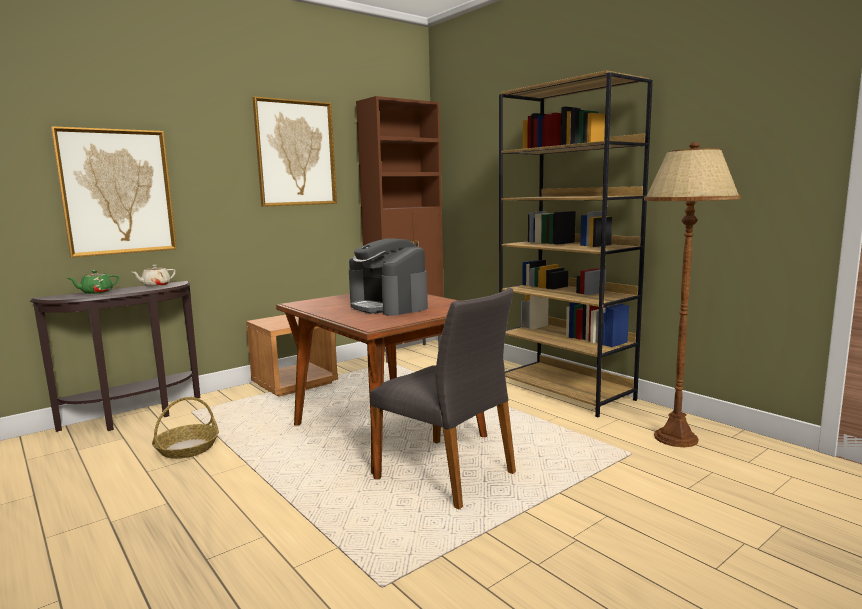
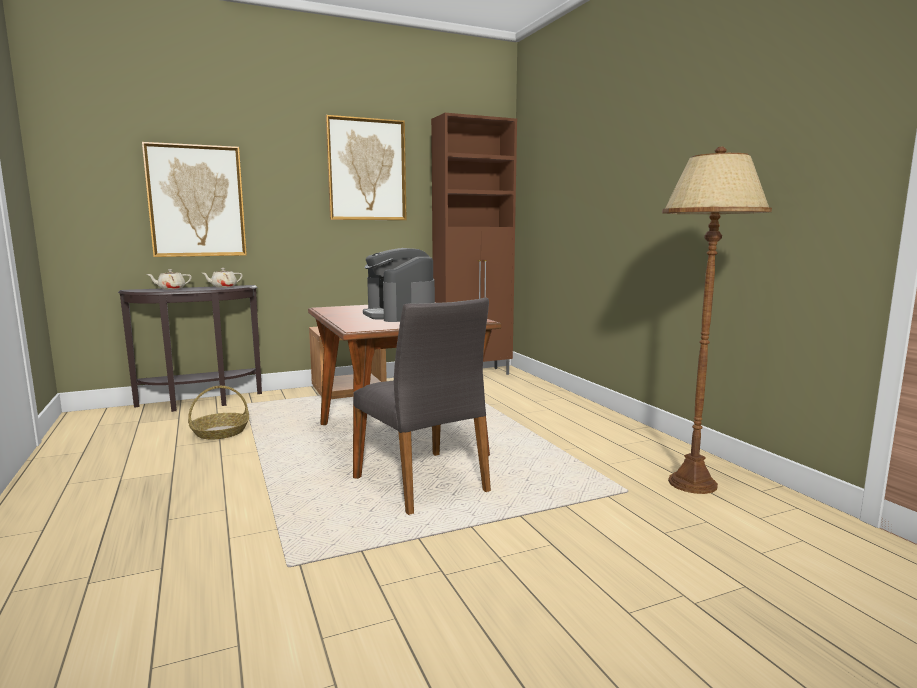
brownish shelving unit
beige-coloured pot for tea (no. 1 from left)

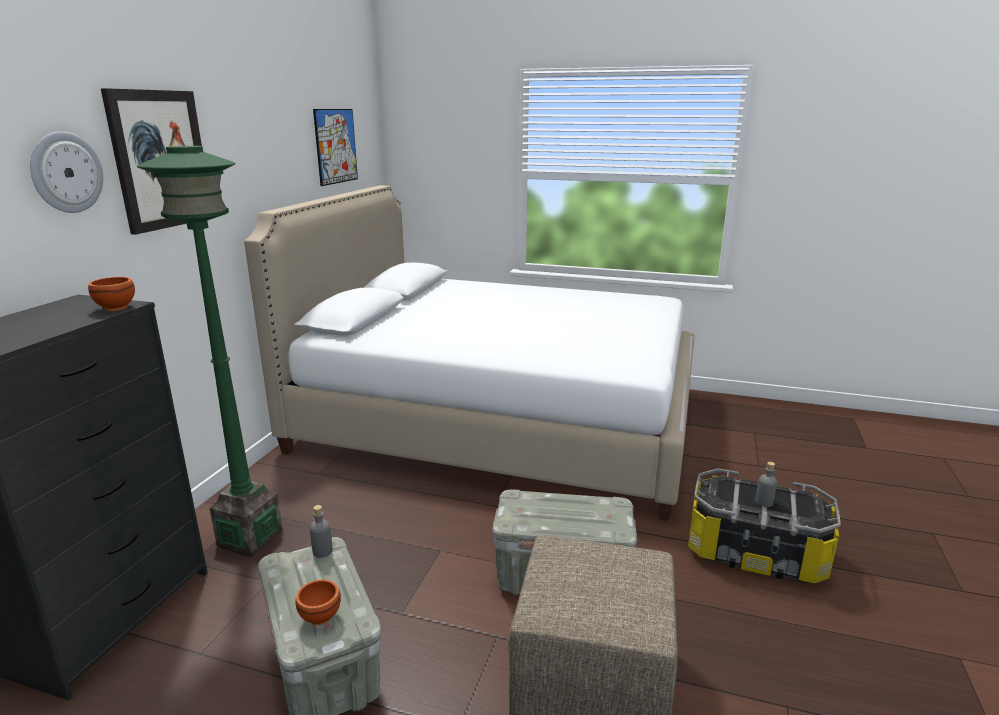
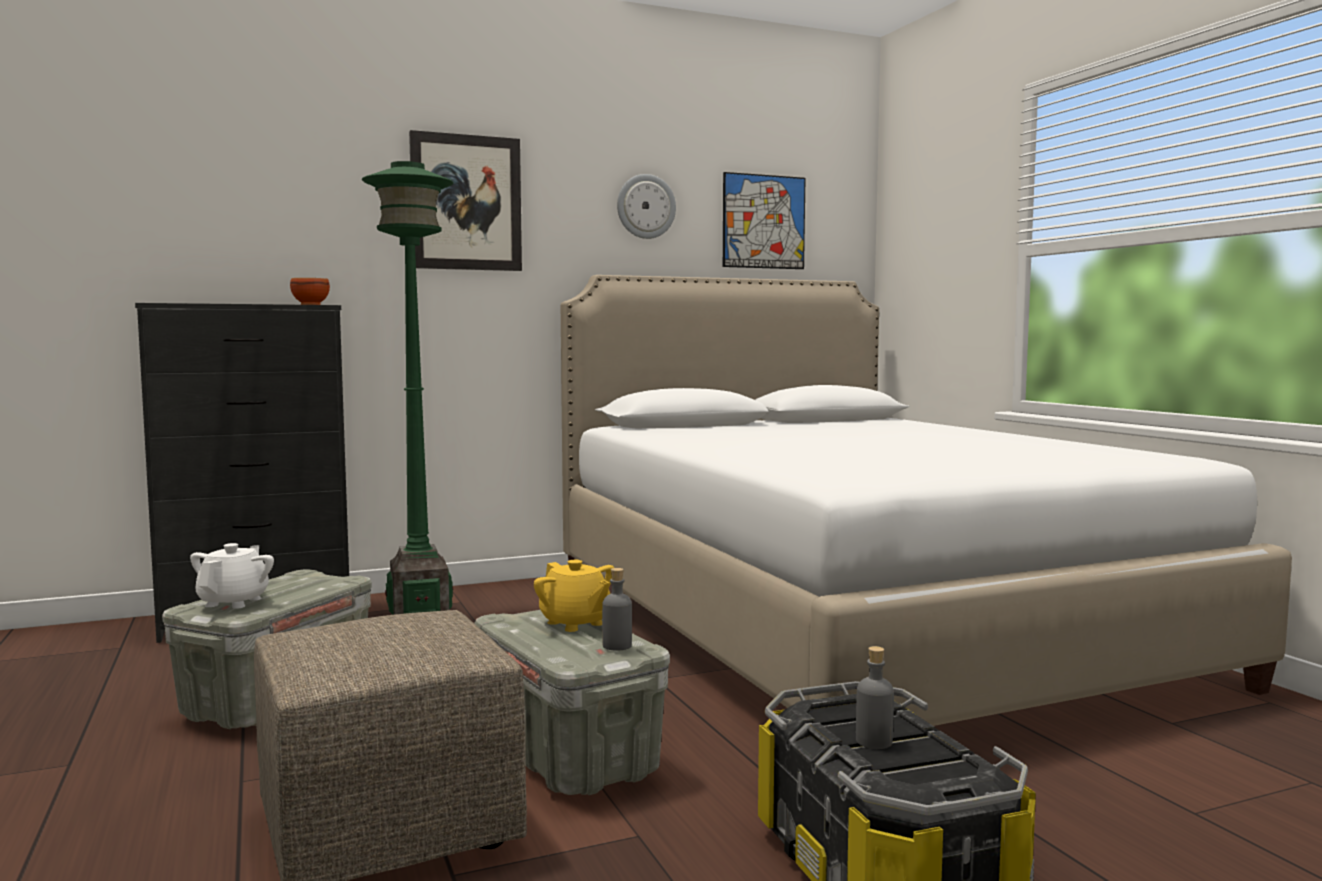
hanging clock
grey drink bottle (no. 1 from left)
white-coloured pot for tea
yellow-coloured pot for tea

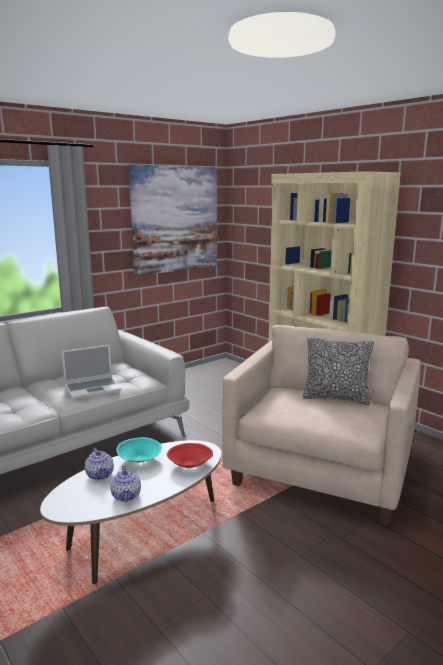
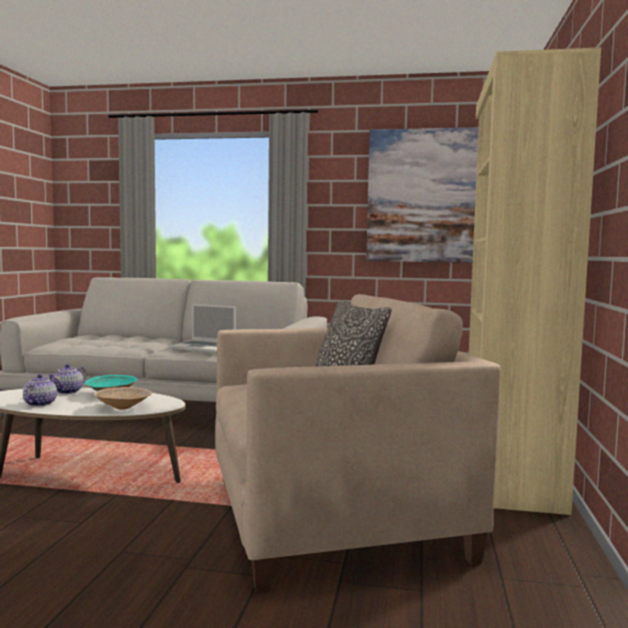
beige-coloured serving bowl
pot for tea (no. 1 from left)

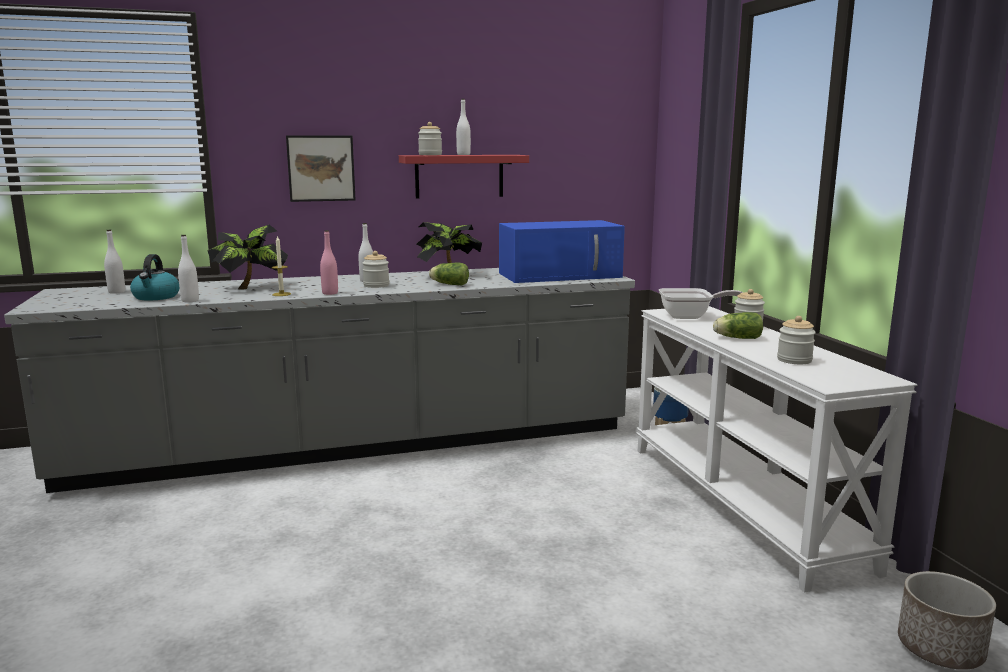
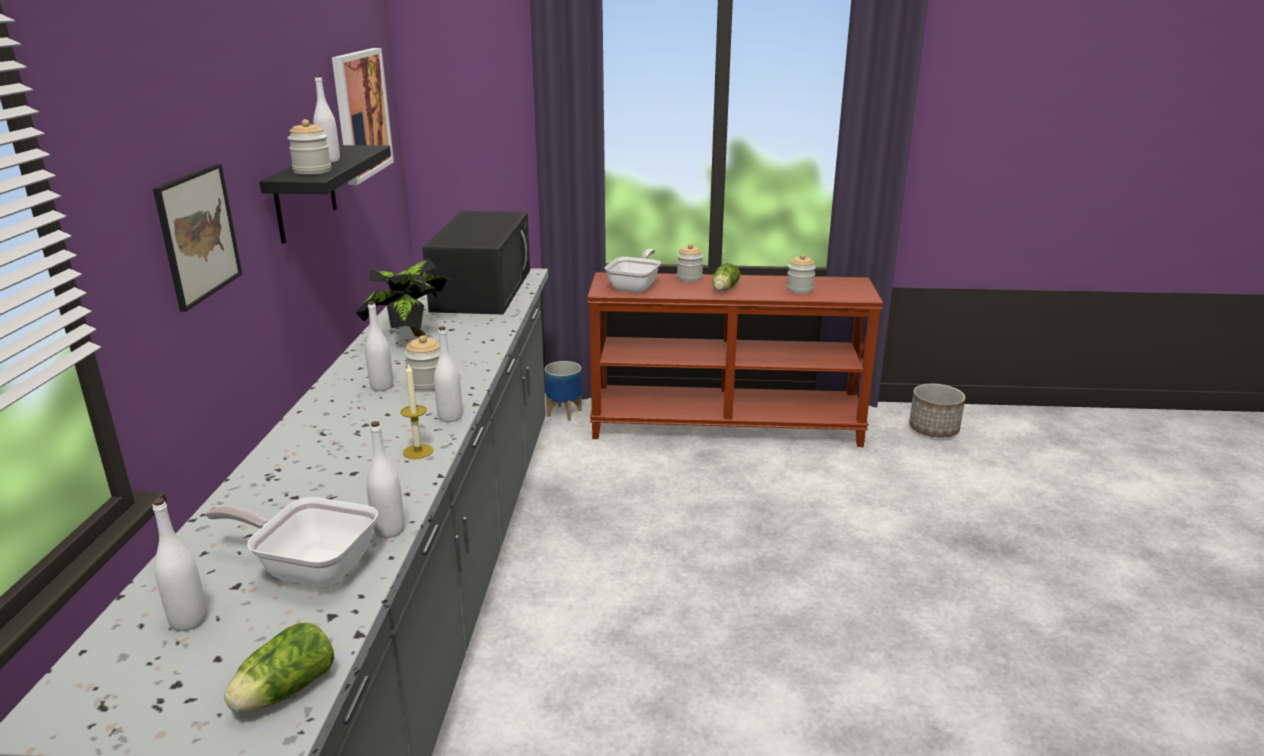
blackish shelf
blackish microwave
plant in a pot (no. 1 from left in the first image)
white-coloured drink bottle (no. 5 from left)
pan (no. 1 from left)
head of lettuce (no. 1 from left)
brownish narrow table
wall picture (no. 2 from left)

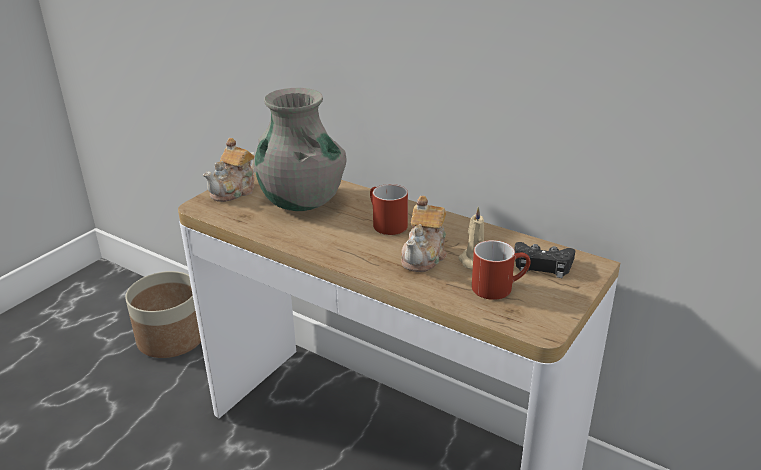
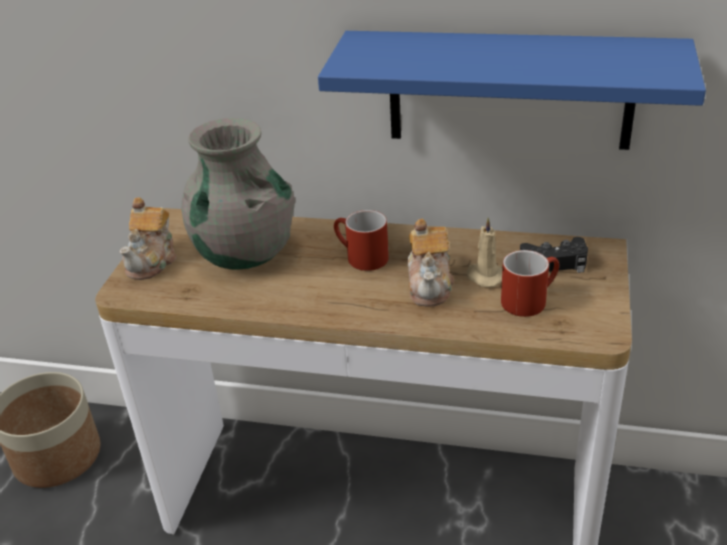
blue-coloured shelf

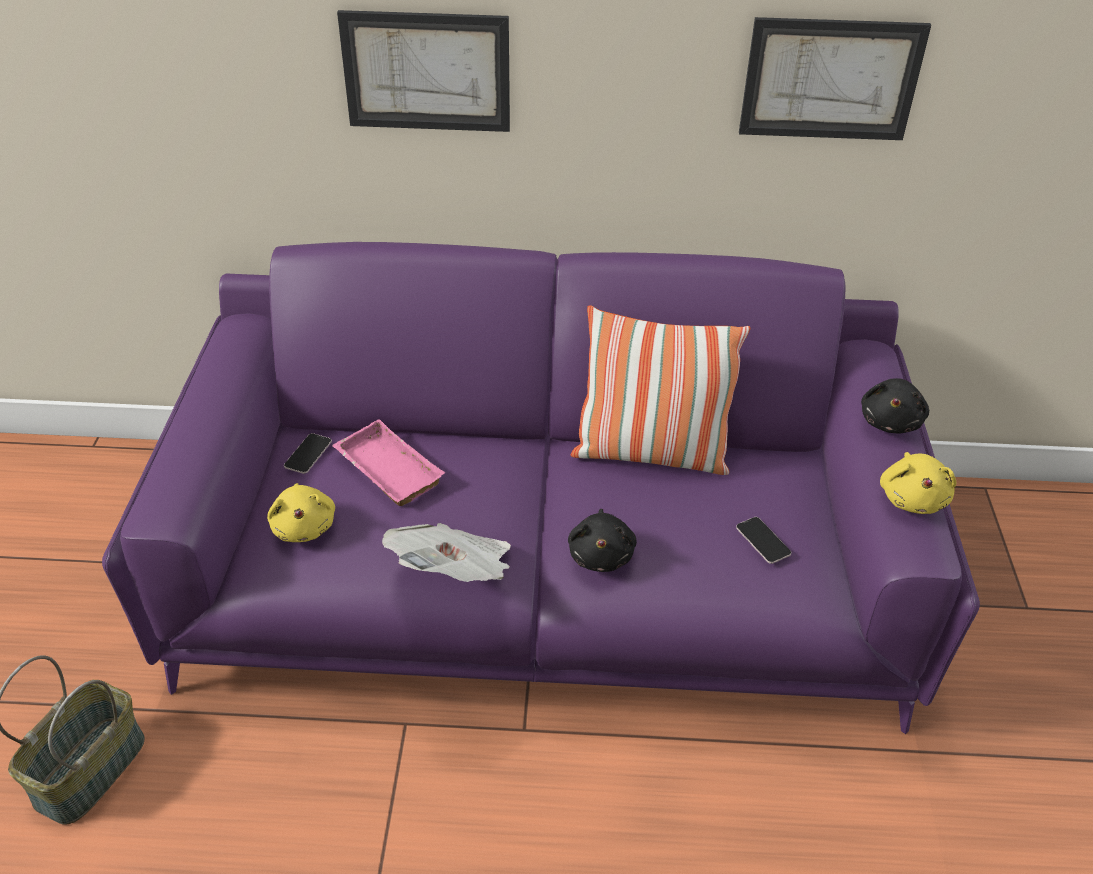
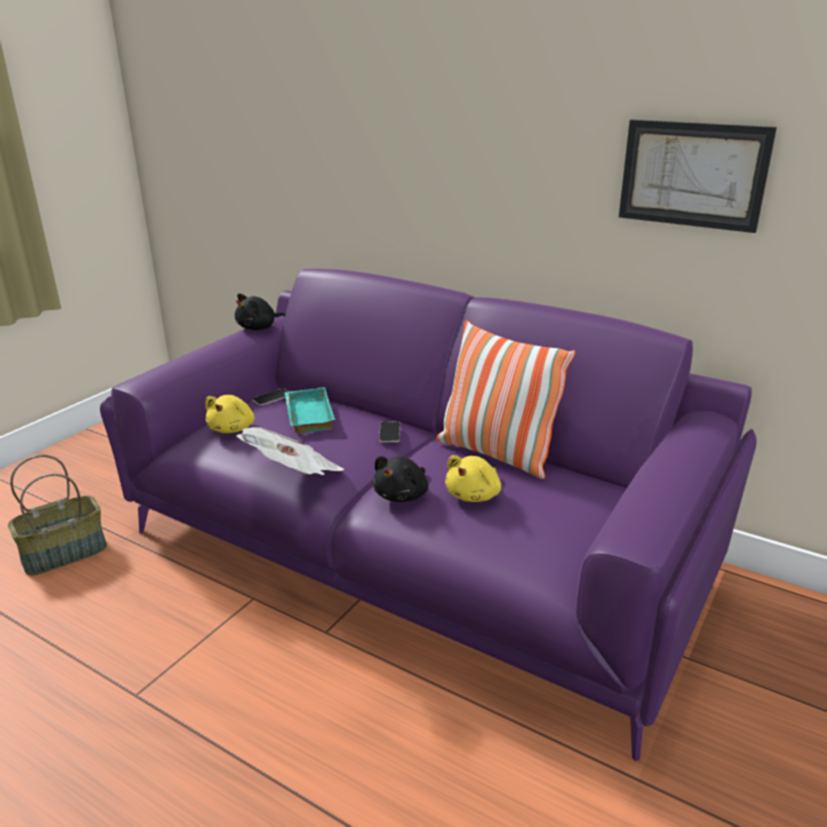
wall picture (no. 1 from left in the first image)
blackish plush toy (no. 1 from left)
blue-green tray
yellow-coloured plush toy (no. 2 from left)
phone (no. 2 from left)

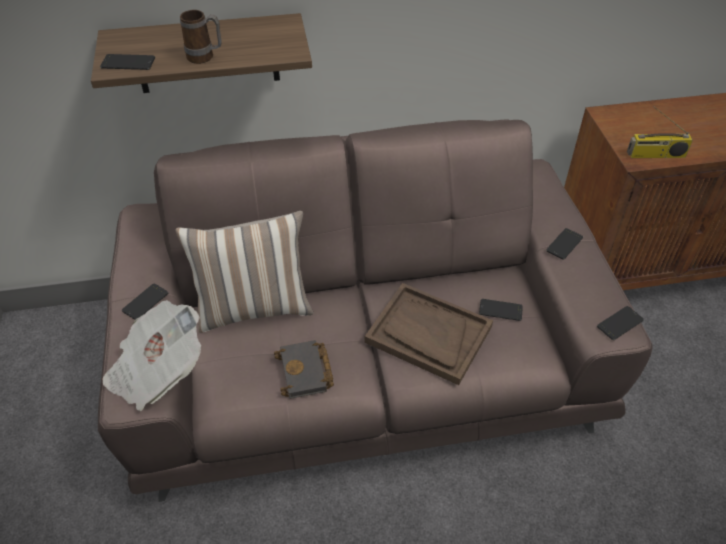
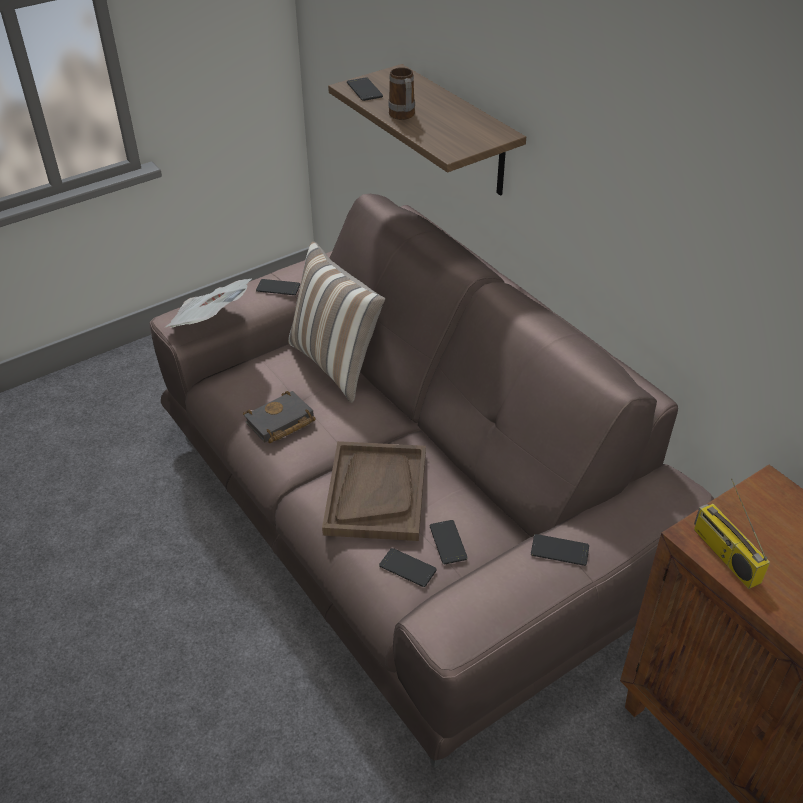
phone (no. 3 from left)

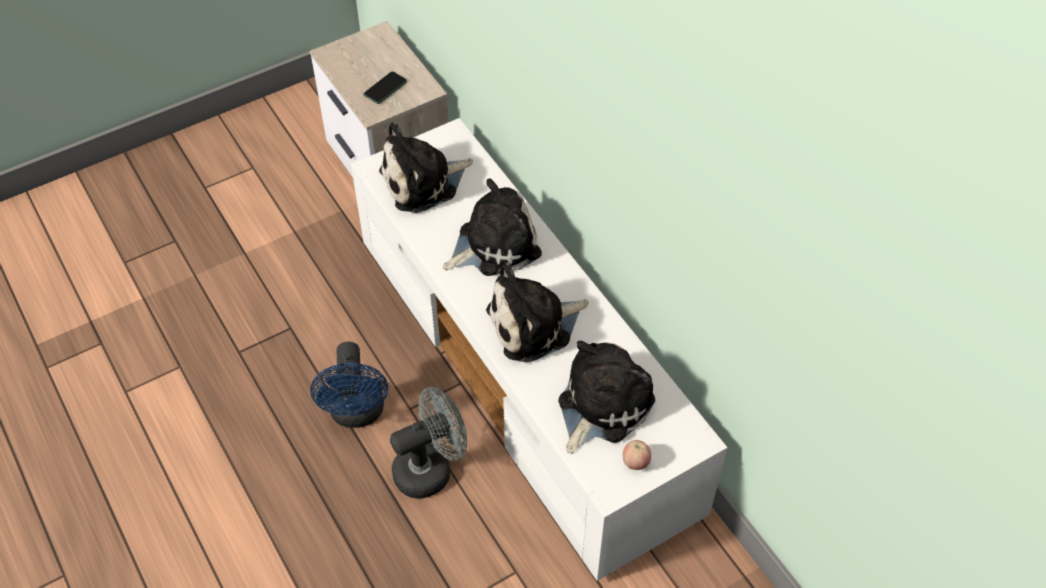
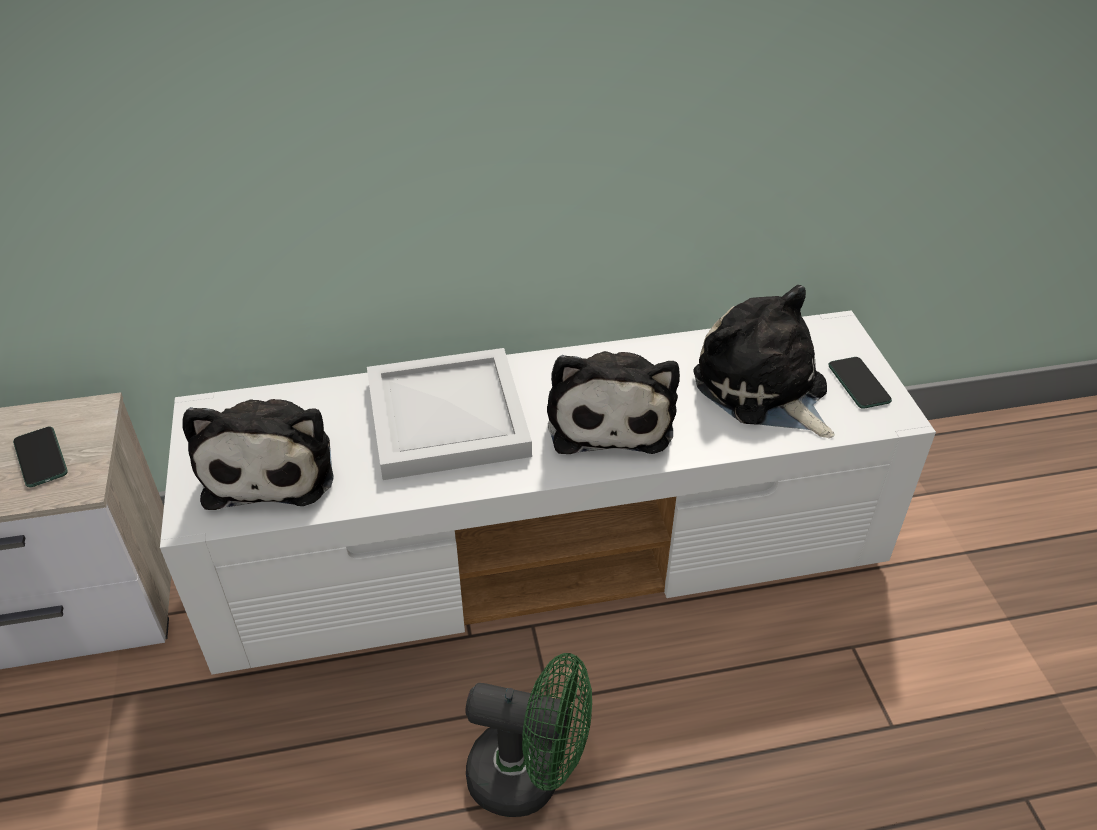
white-coloured tray
green-coloured cooling fan
grey cooling fan
phone (no. 2 from left)

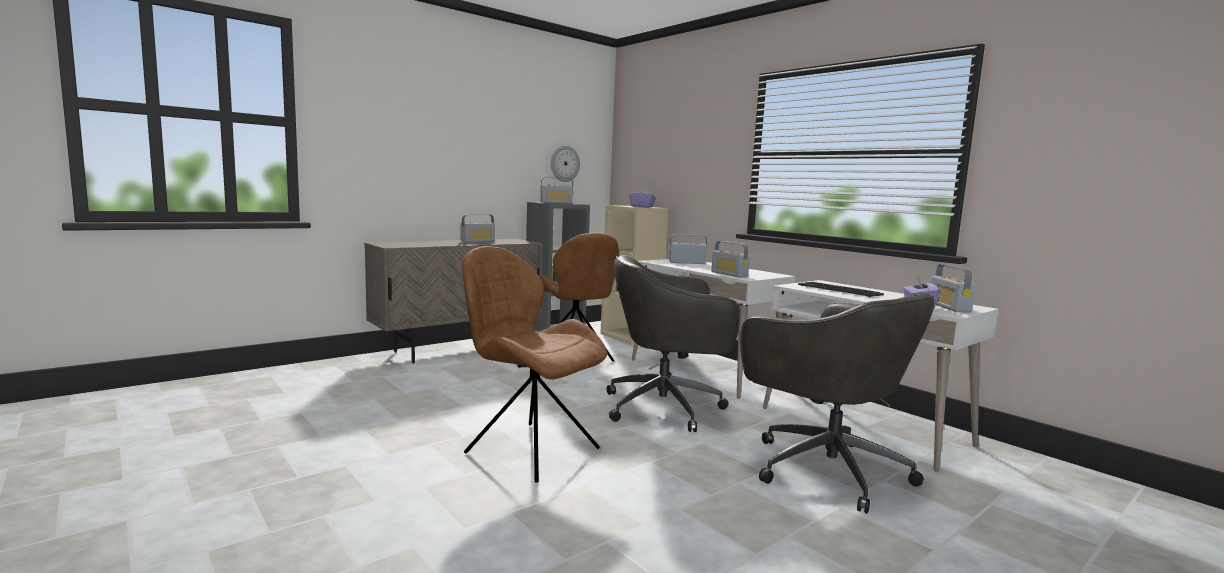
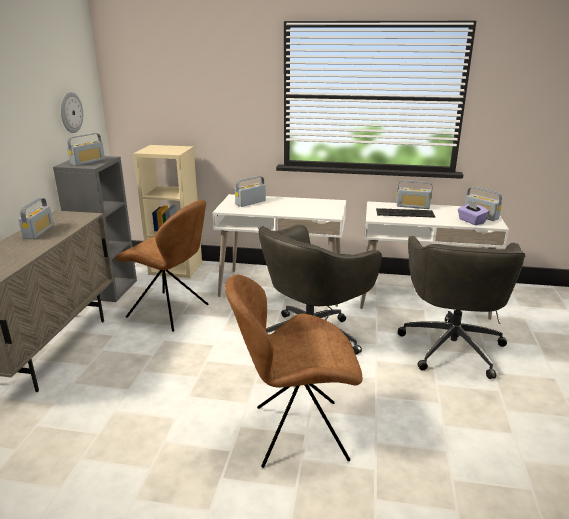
purplish box of tissues (no. 1 from left in the first image)
radio (no. 4 from left)
grey office chair (no. 2 from left)

